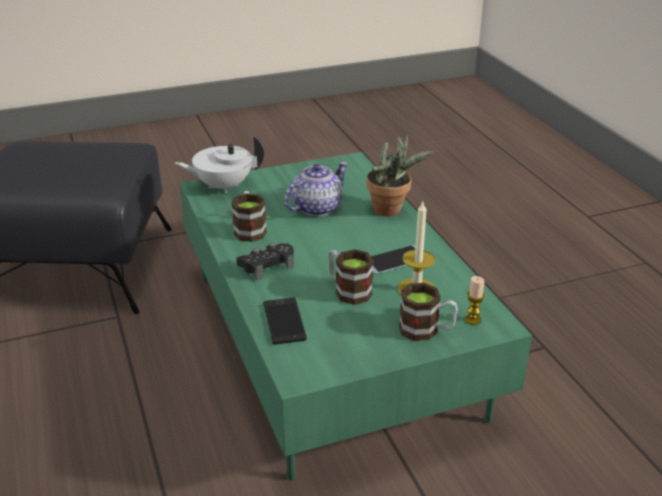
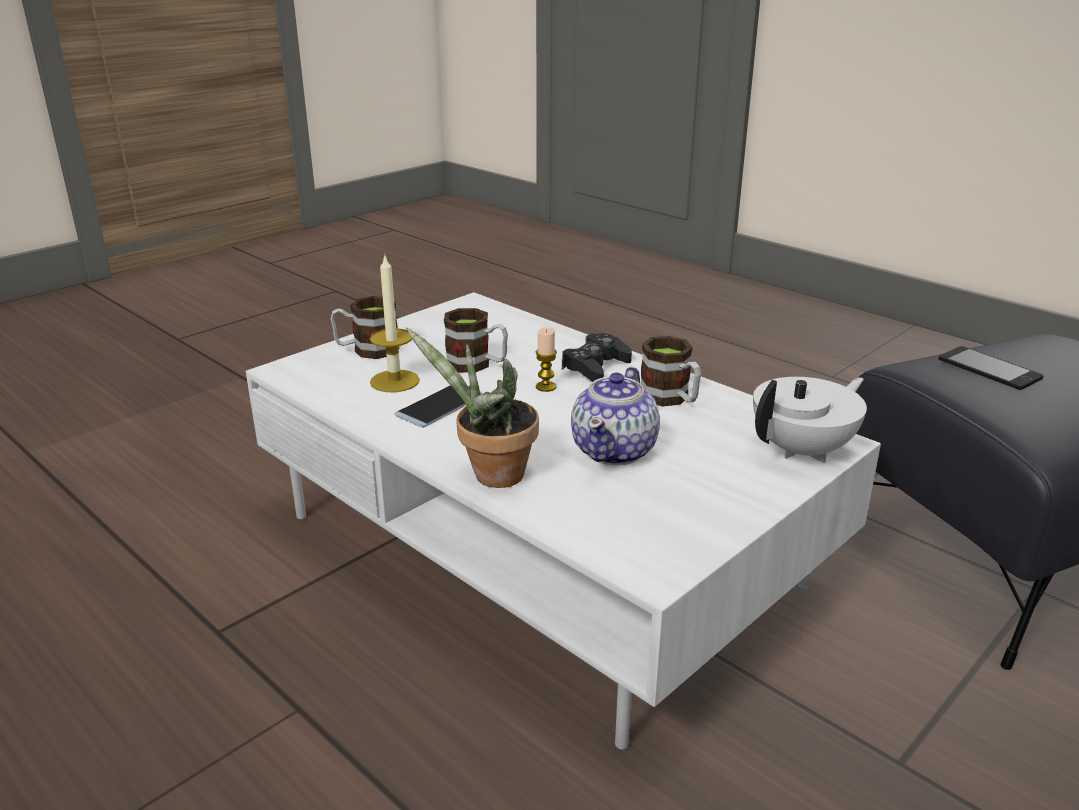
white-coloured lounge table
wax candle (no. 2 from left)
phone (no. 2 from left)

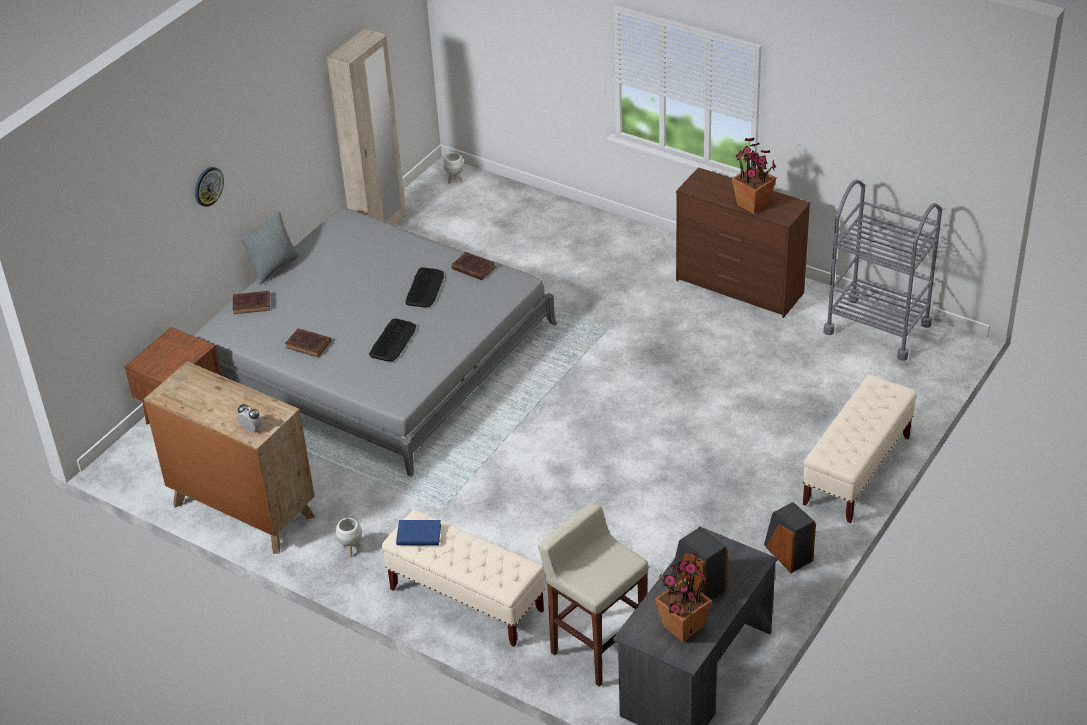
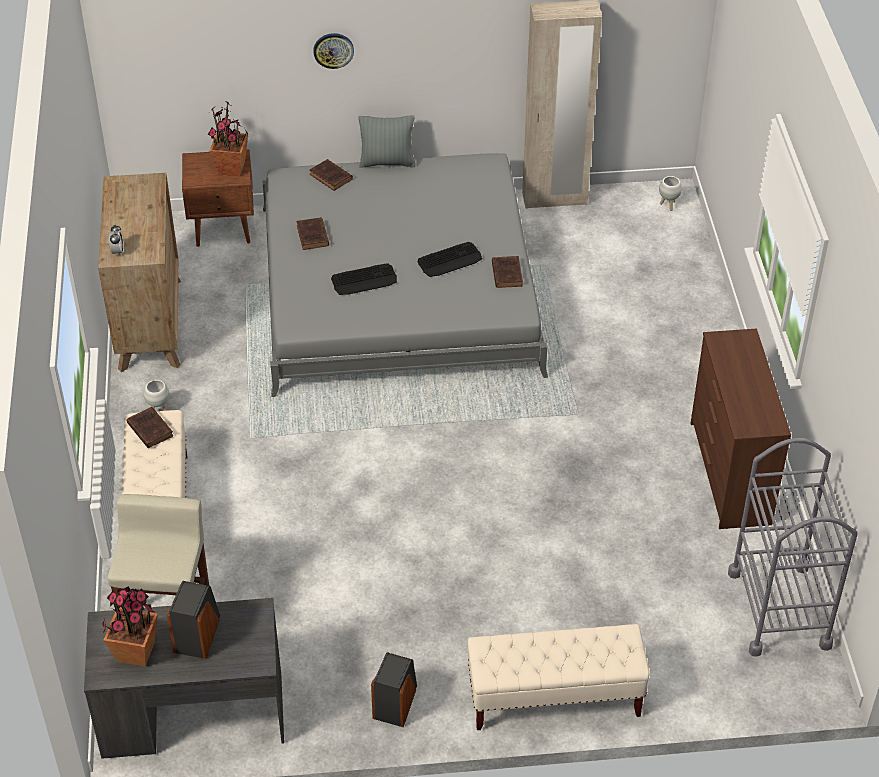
plant in a pot (no. 2 from left)
brownish bound book (no. 1 from left)

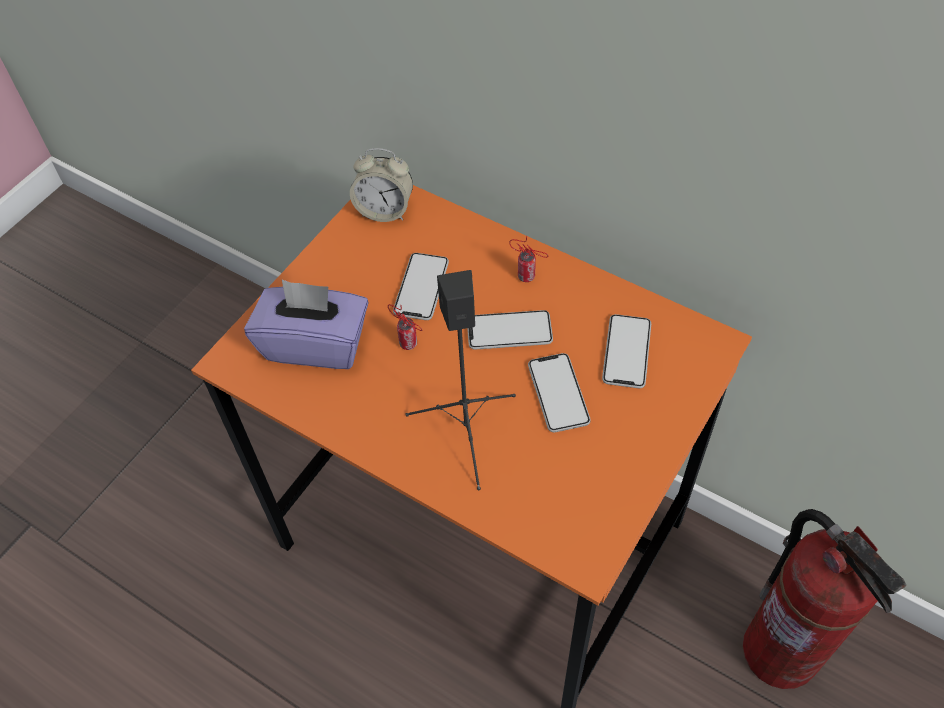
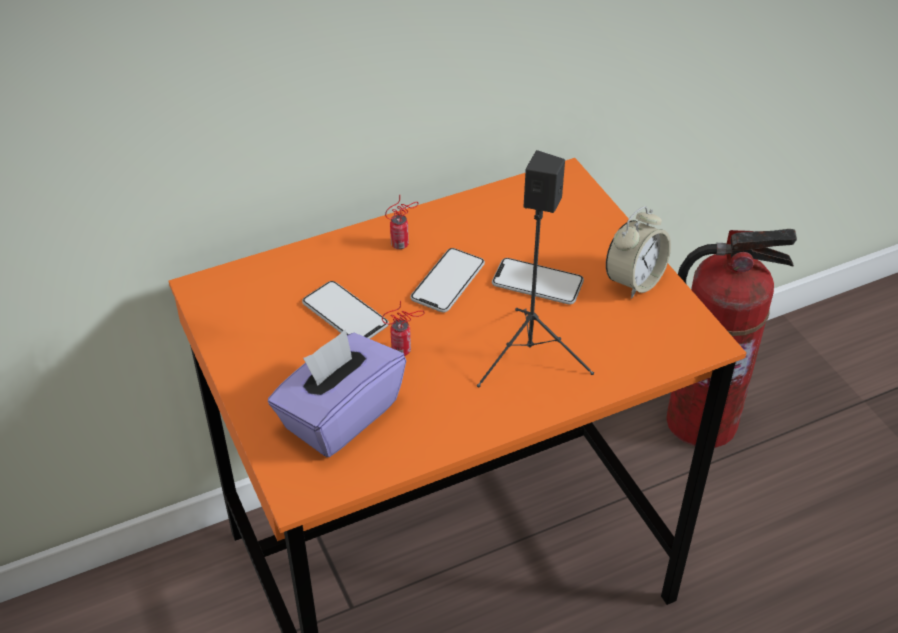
alarm clock
phone (no. 4 from left in the first image)

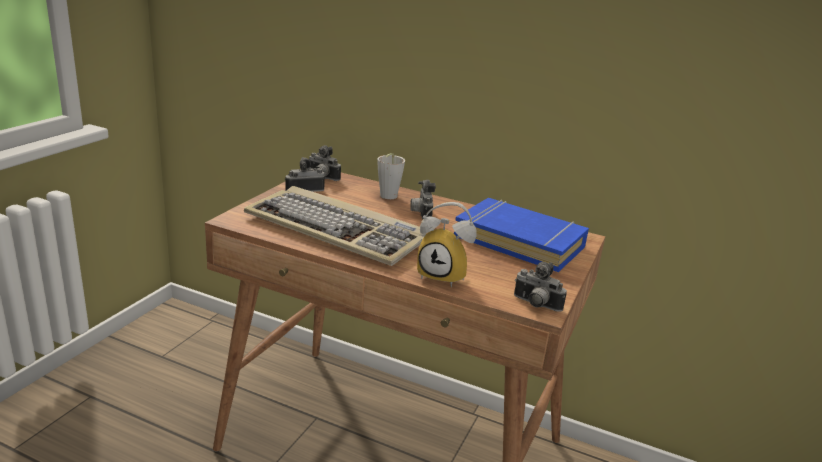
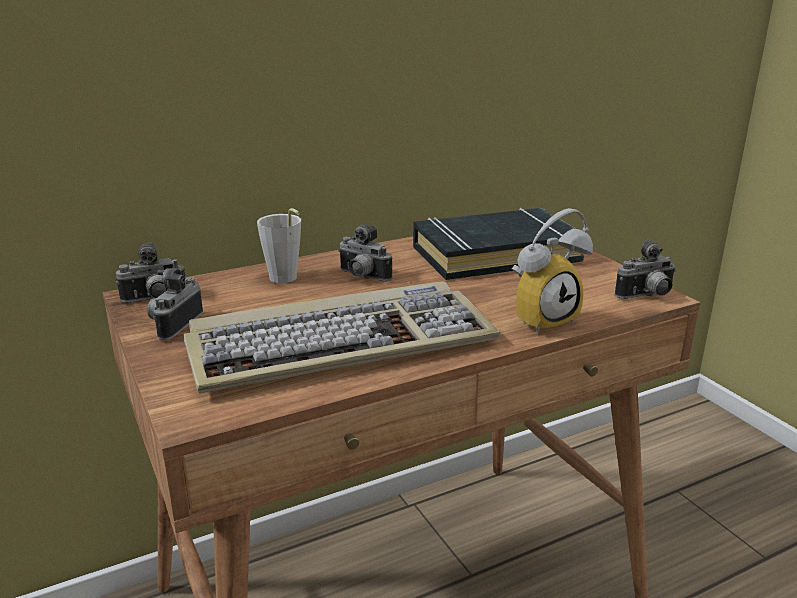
blackish bound book

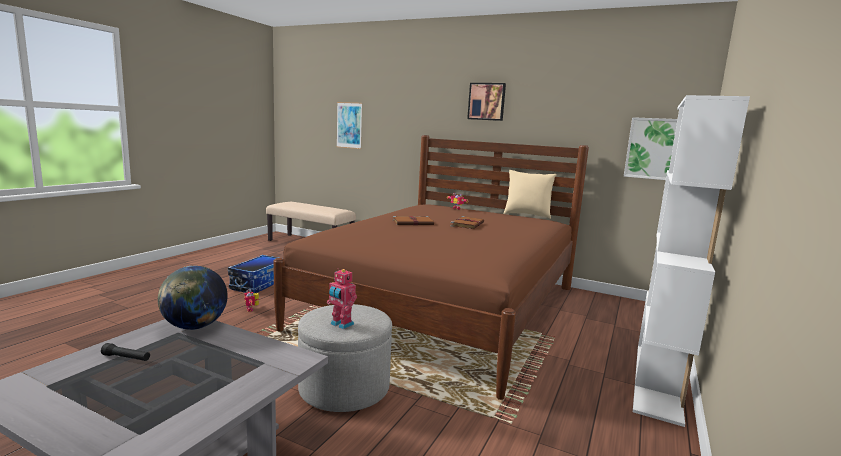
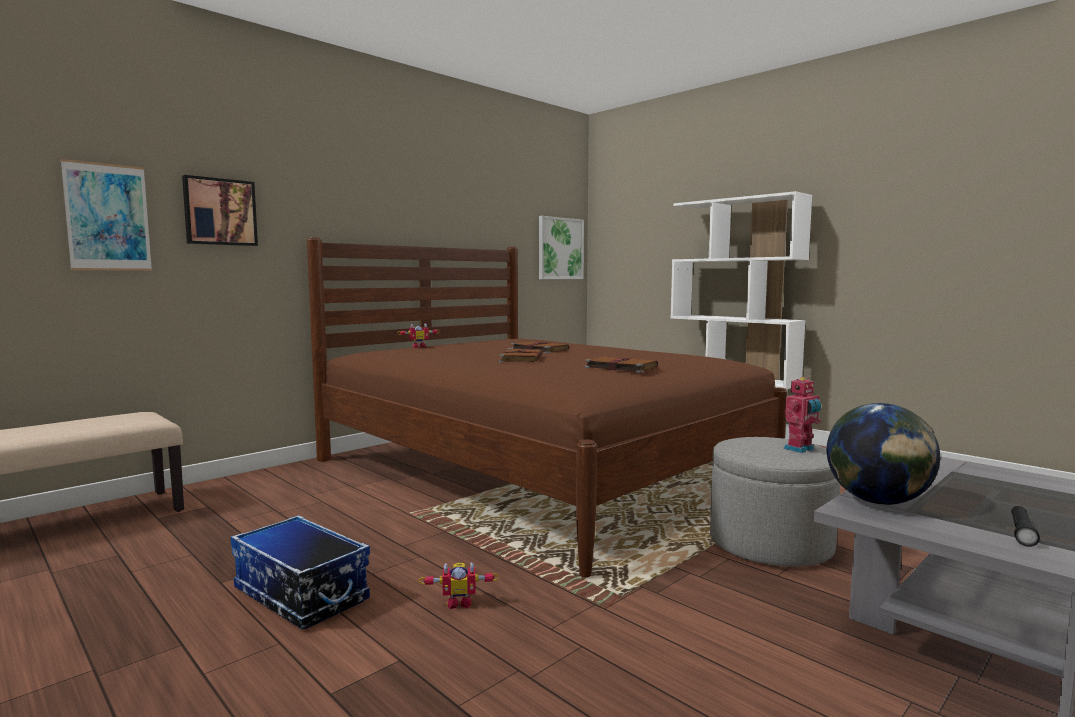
wall picture (no. 2 from left)
beige-coloured pillow
brownish bound book (no. 3 from left)

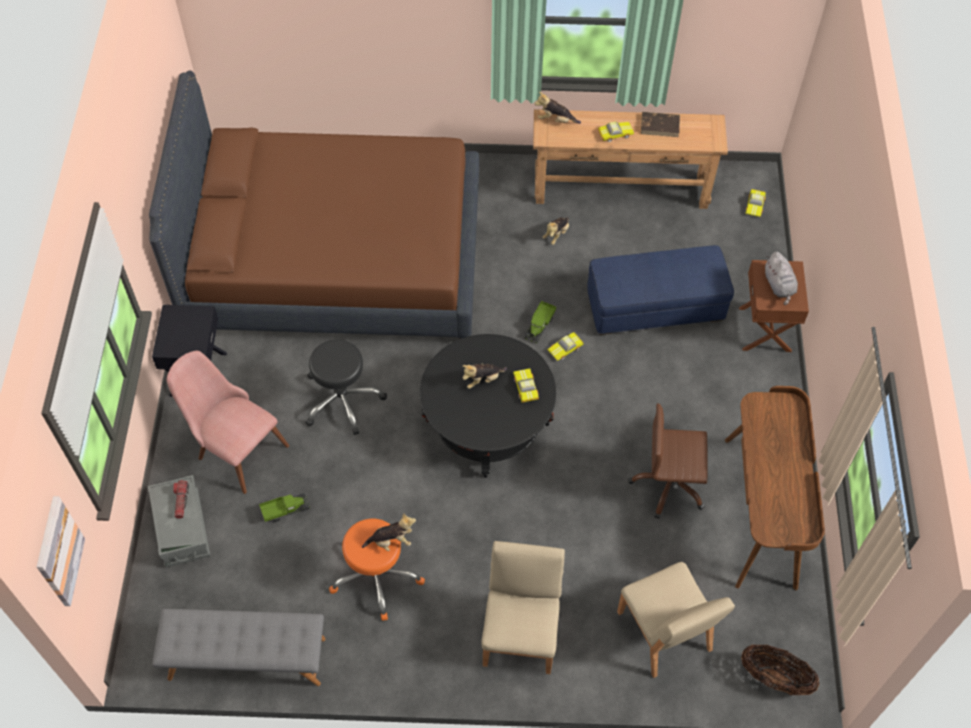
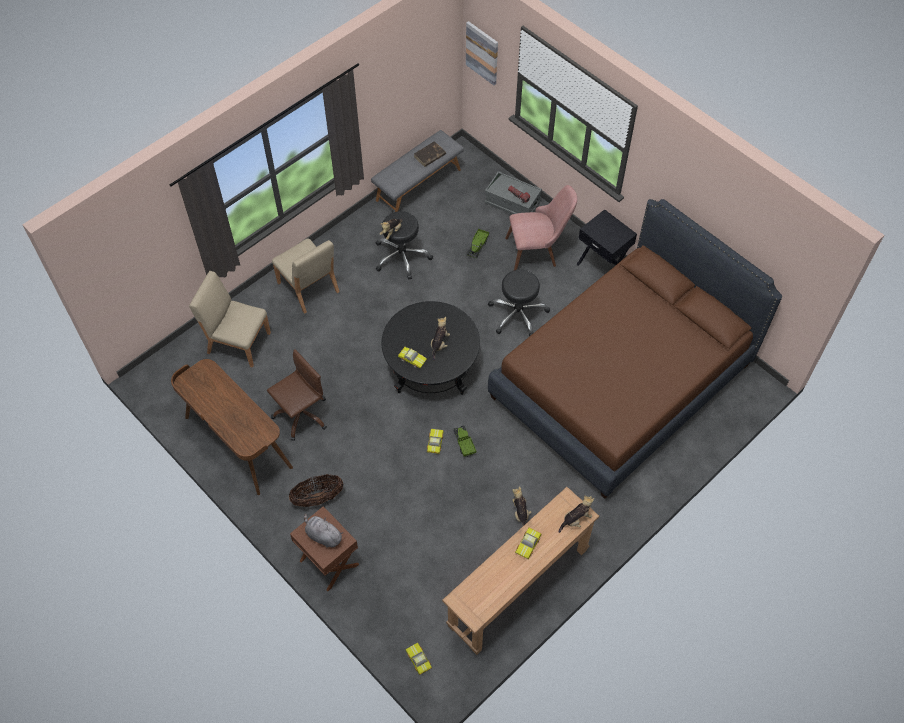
brownish bound book
blue-coloured pouffe
blackish stool (no. 1 from left)
storage basket

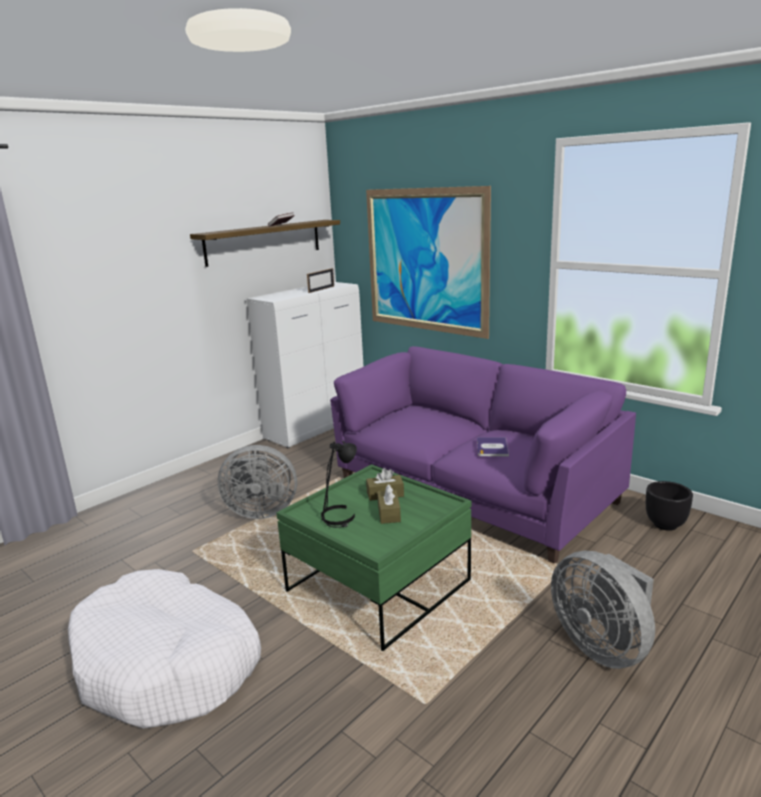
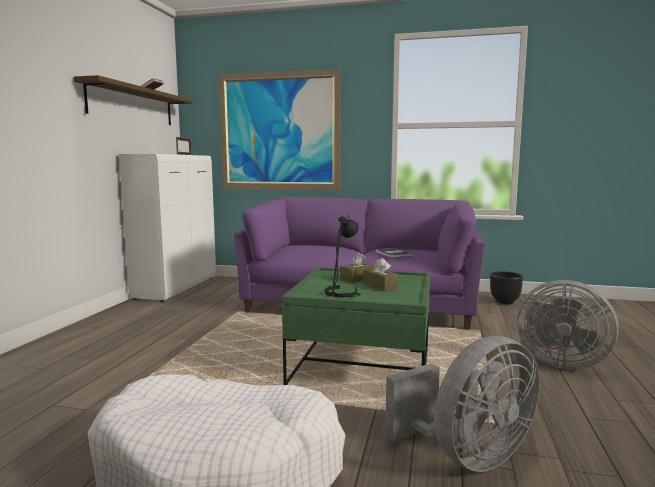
grey cooling fan (no. 1 from left)

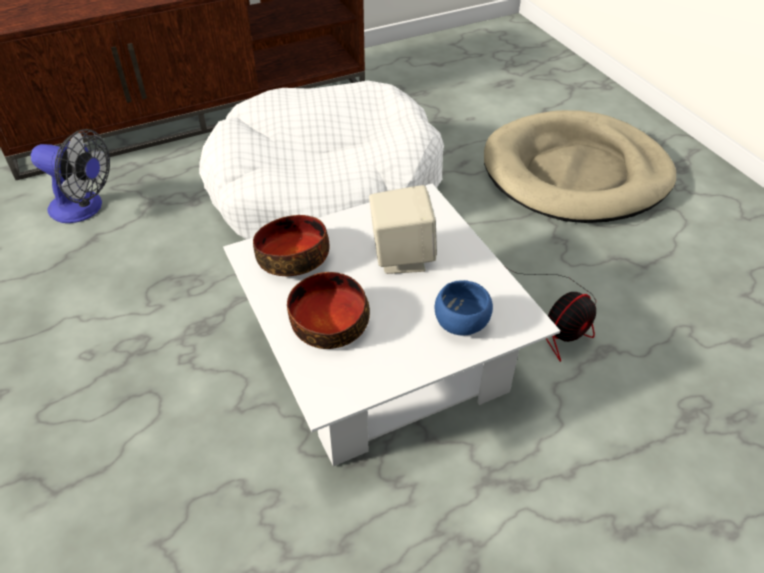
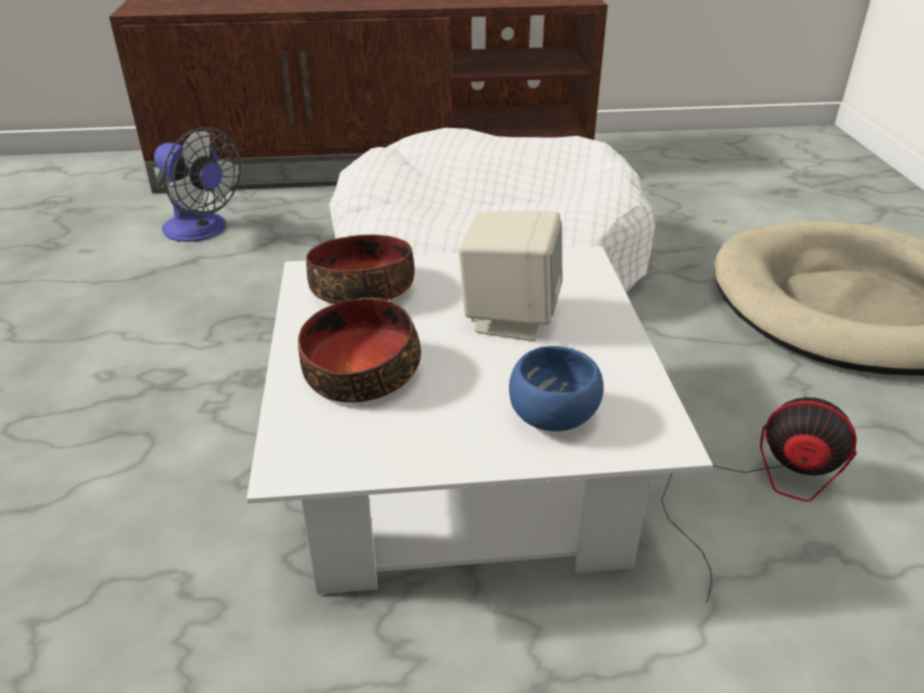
cooling fan (no. 2 from left)

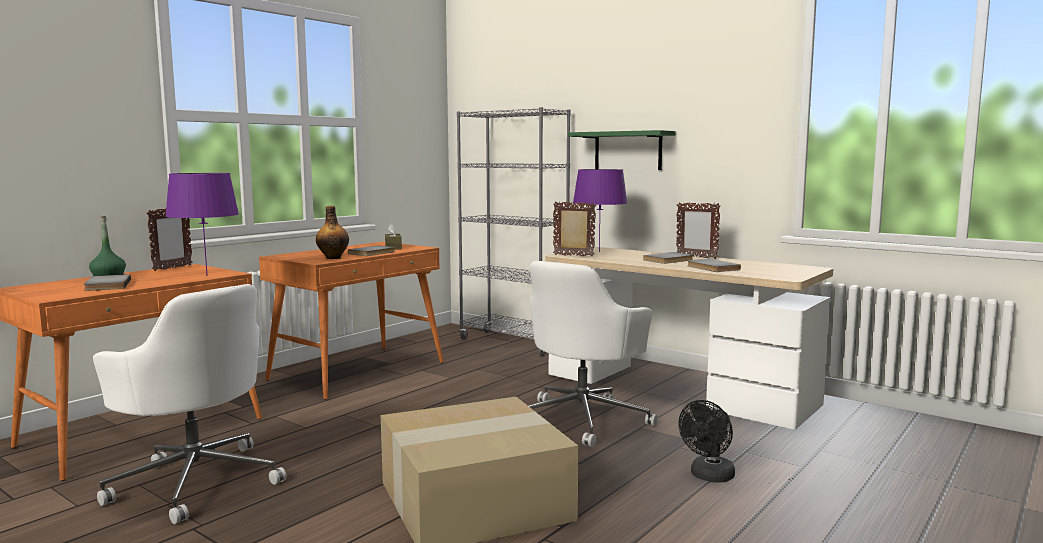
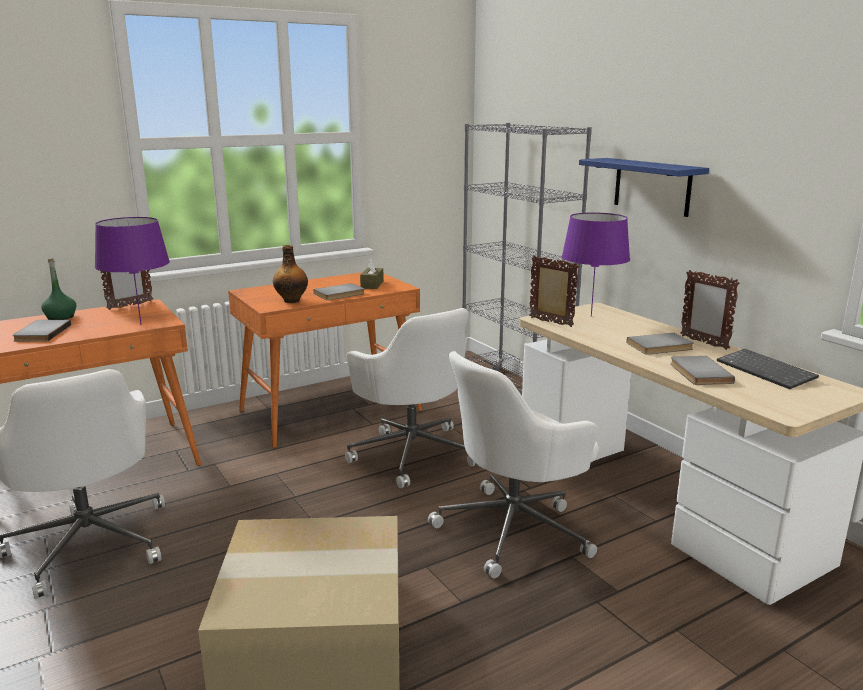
blue-coloured shelf
blackish cooling fan
white-coloured office chair (no. 2 from left)
keyboard

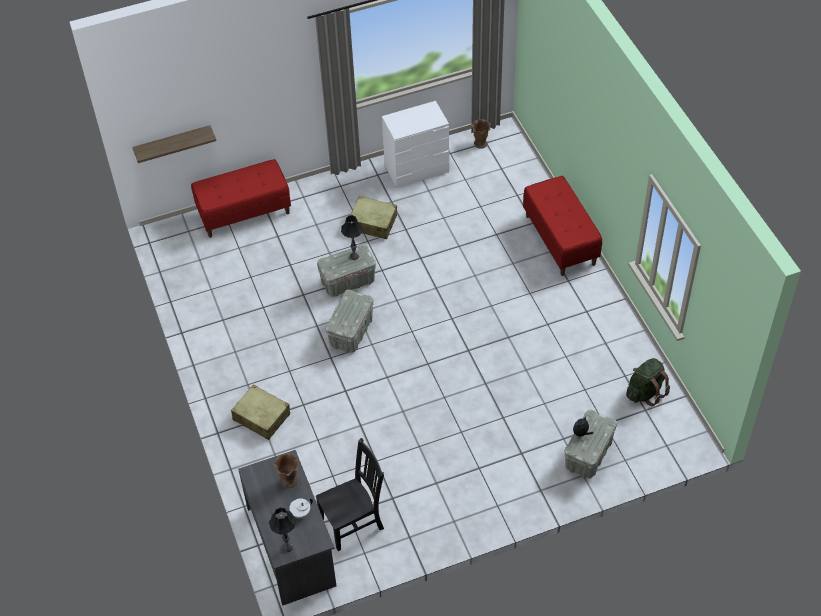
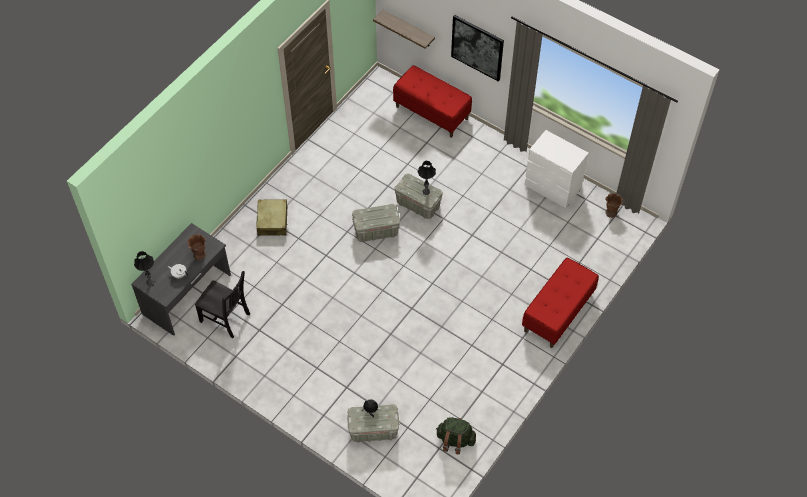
beige-coloured piece of luggage (no. 2 from left in the first image)
wall picture

